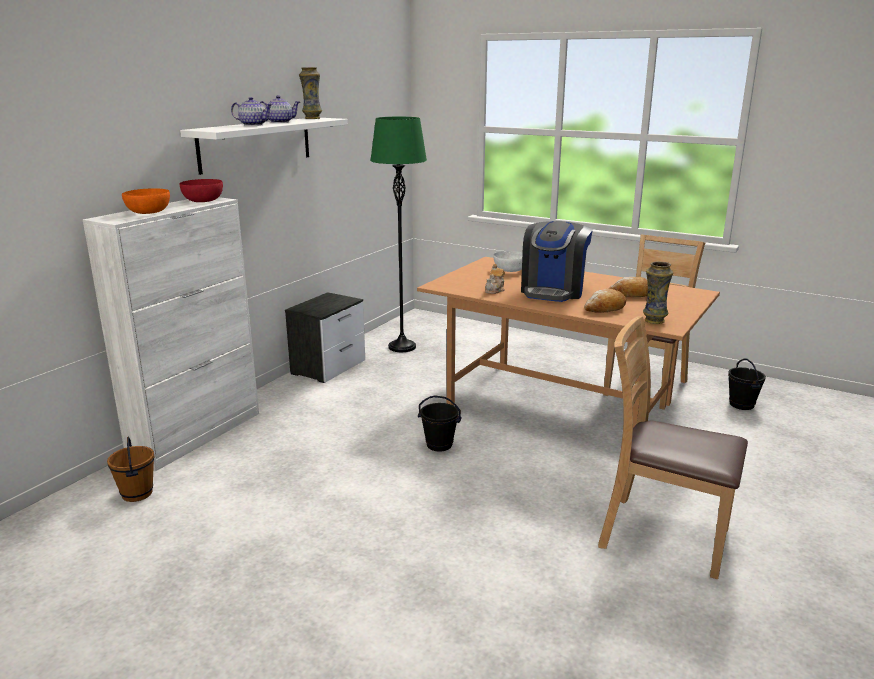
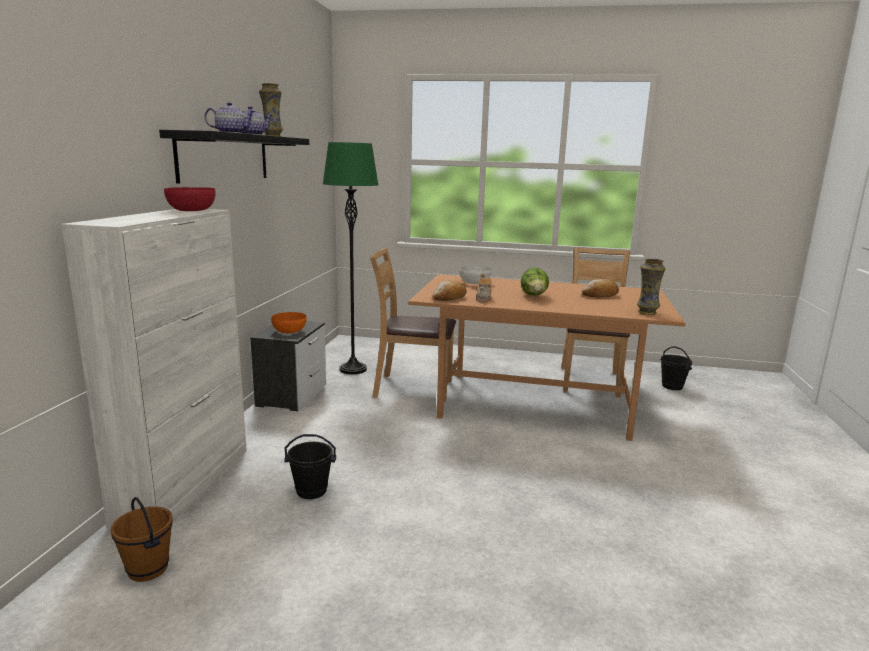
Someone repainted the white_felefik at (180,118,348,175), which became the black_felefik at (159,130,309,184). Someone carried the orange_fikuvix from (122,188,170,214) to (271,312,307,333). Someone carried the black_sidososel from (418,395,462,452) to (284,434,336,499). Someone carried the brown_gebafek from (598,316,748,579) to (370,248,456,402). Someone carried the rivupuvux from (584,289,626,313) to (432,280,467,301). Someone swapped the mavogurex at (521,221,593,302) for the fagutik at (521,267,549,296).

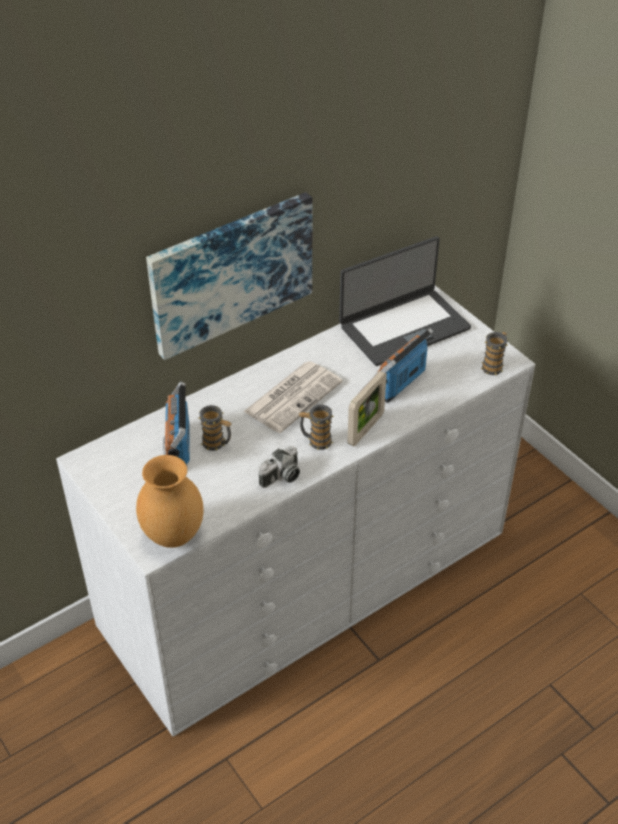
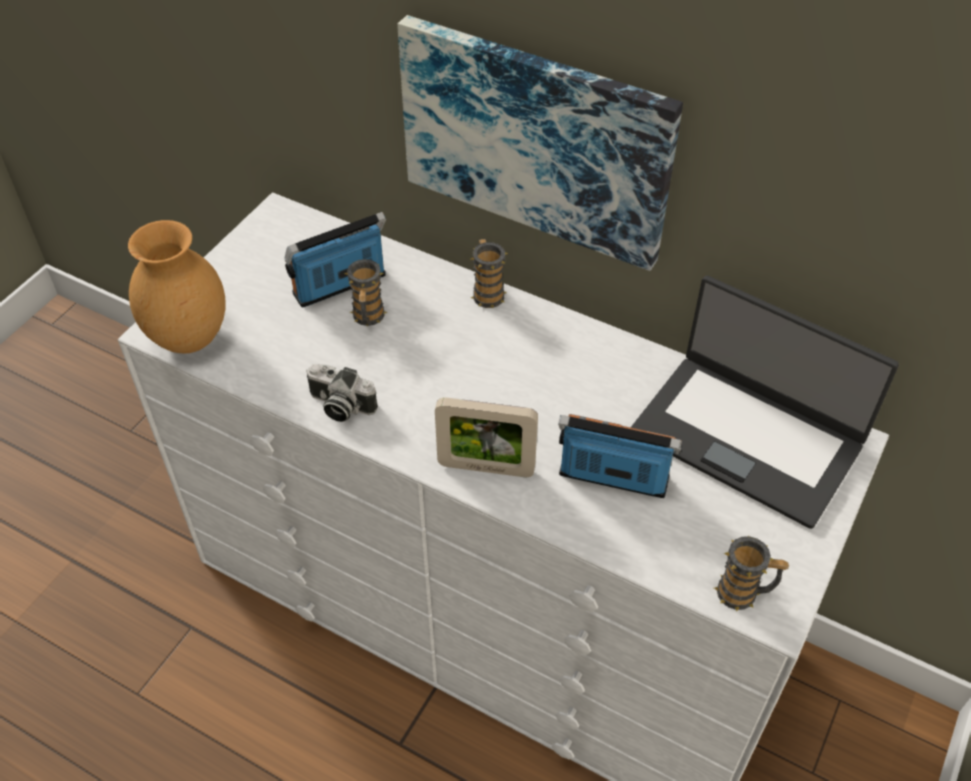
Someone carried the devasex from (299,405,334,450) to (471,239,508,308). Someone took away the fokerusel at (243,361,343,433).

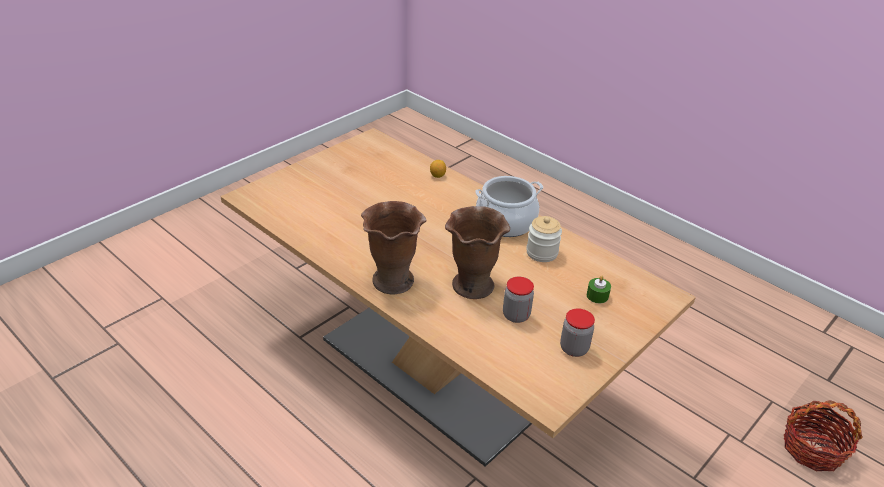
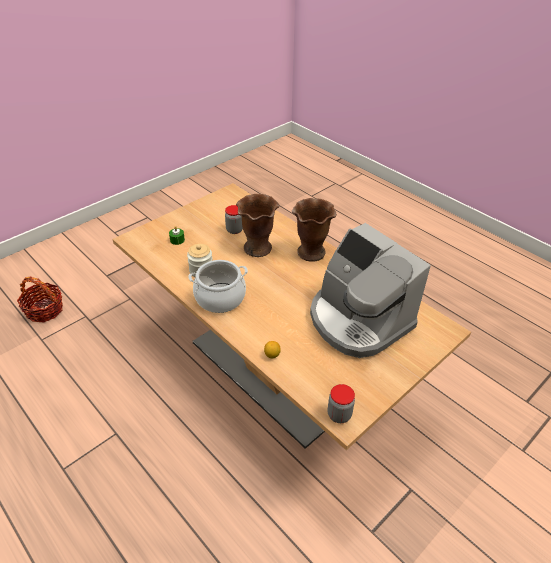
Someone put down the mavogurex at (310,223,431,358). Someone carried the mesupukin from (560,308,595,357) to (328,384,355,423).

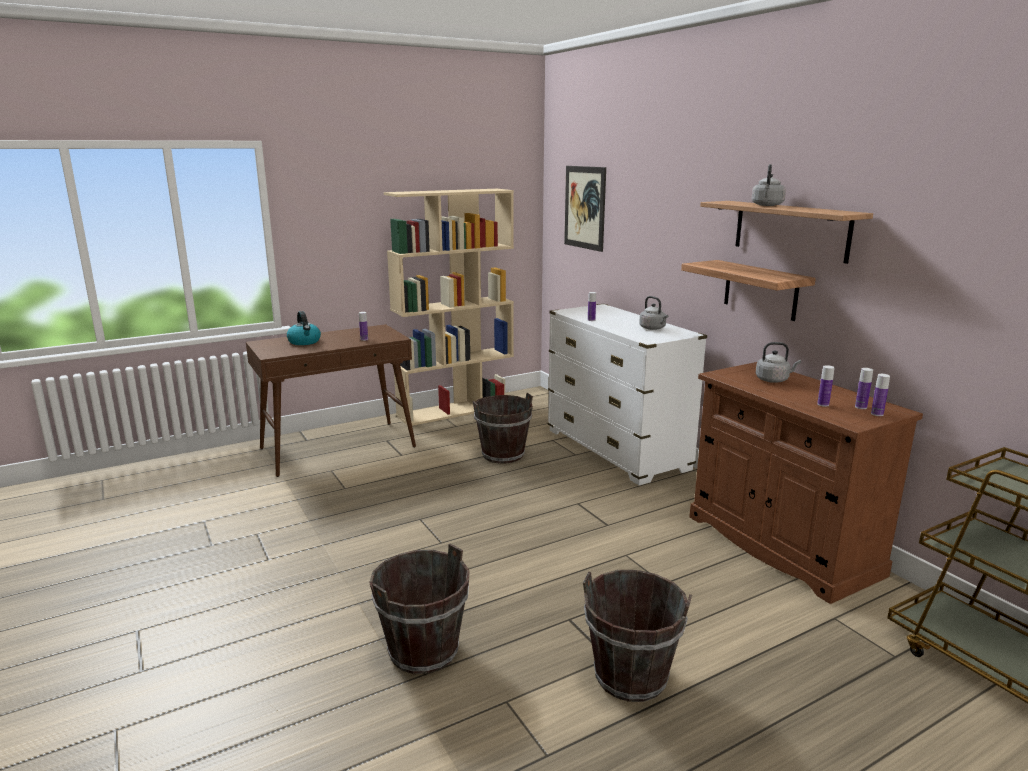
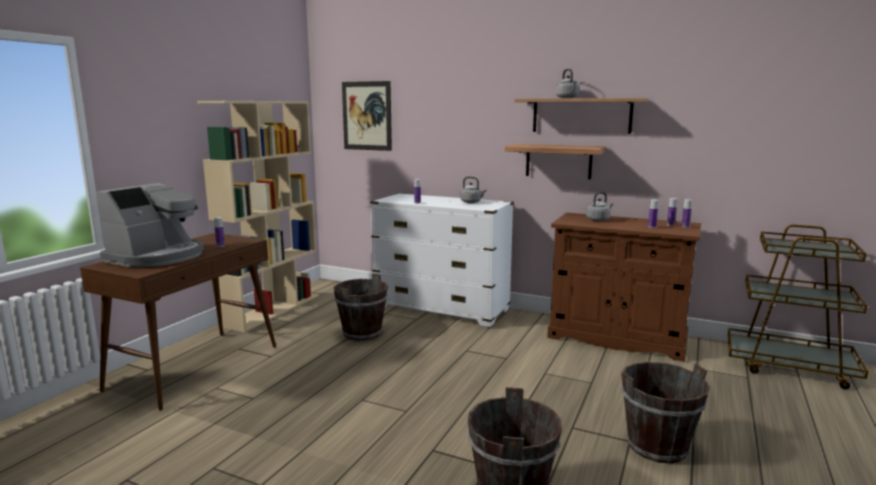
Someone swapped the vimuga at (287,311,321,345) for the mavogurex at (96,183,204,267).

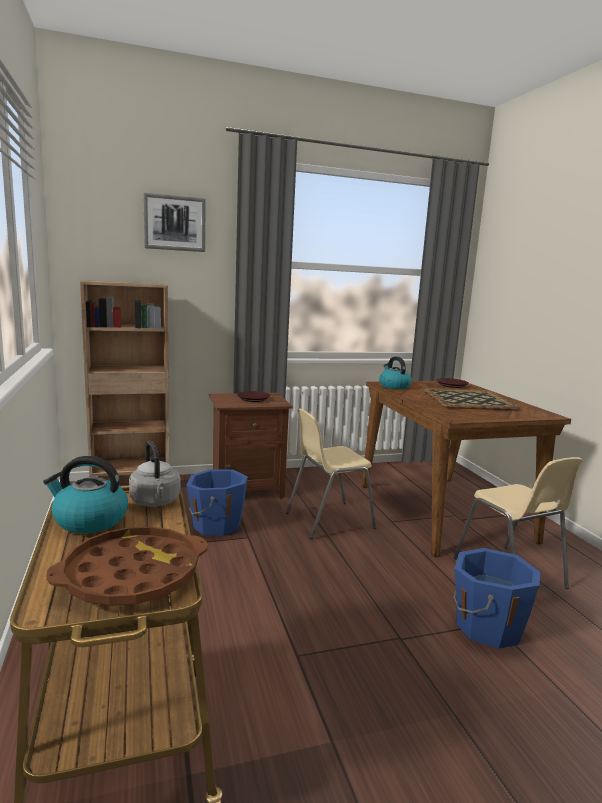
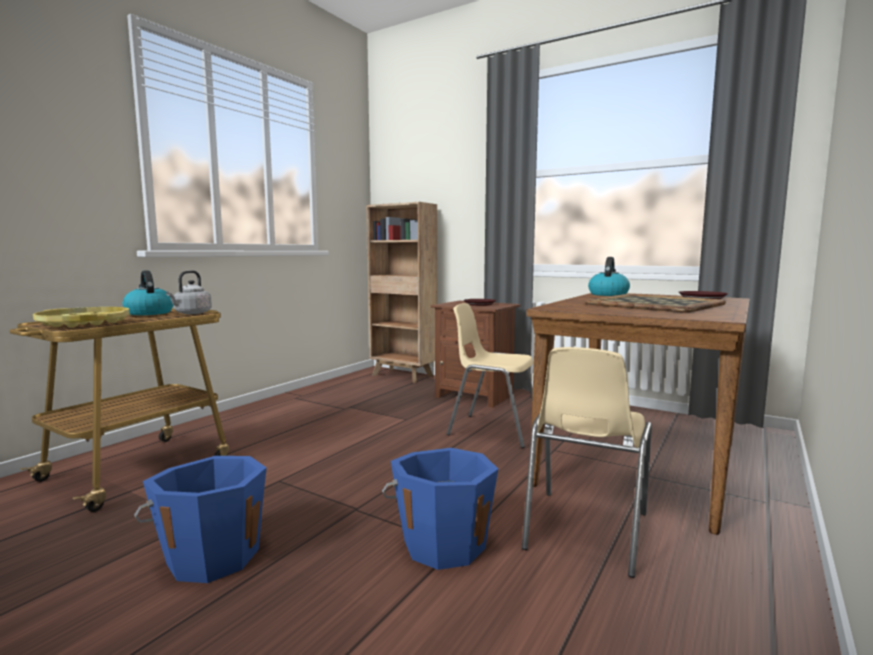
Someone repainted the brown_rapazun at (46,527,208,606), which became the yellow_rapazun at (33,307,129,328). Someone carried the blue_sidososel from (186,469,248,536) to (134,456,267,583). Someone took away the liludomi at (143,193,206,252).

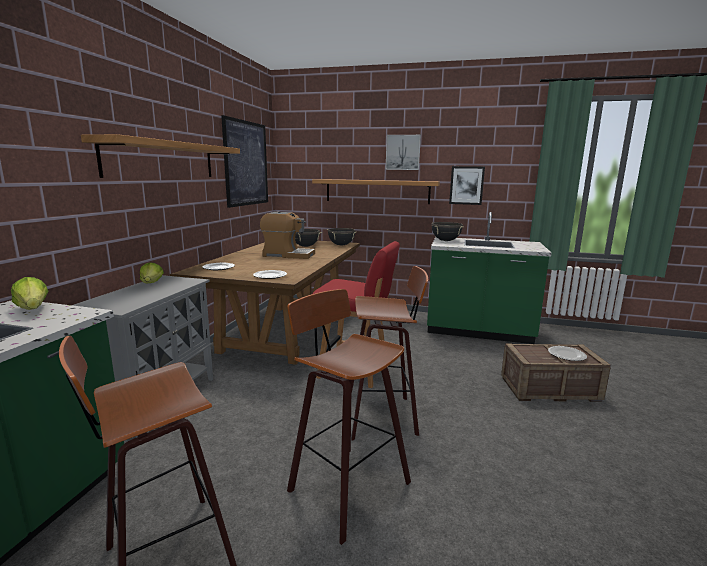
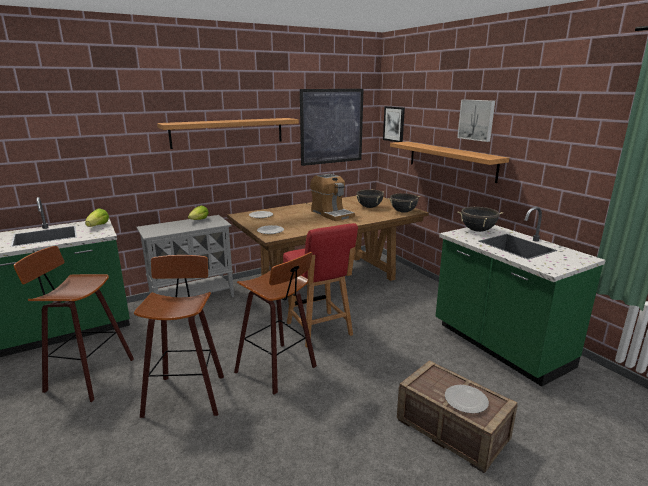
Someone carried the liludomi from (449,166,485,205) to (383,106,405,142).

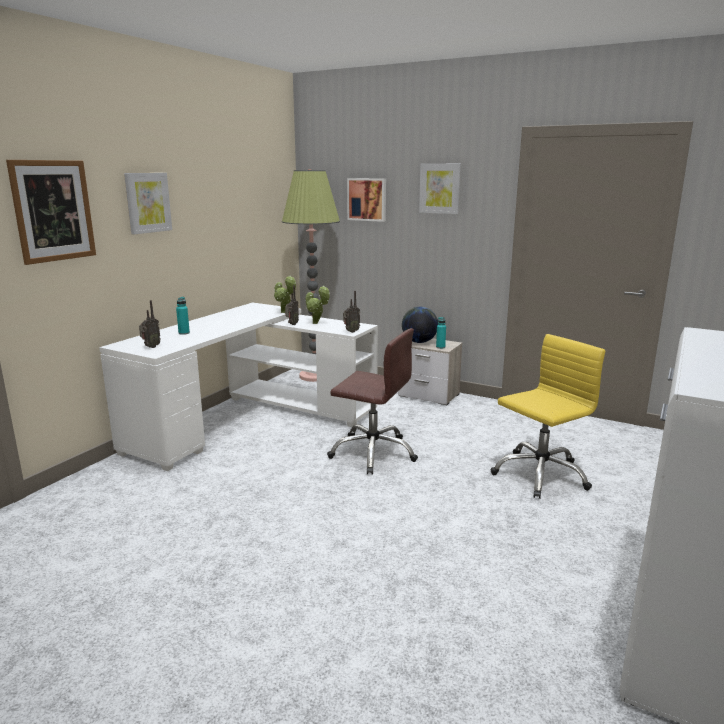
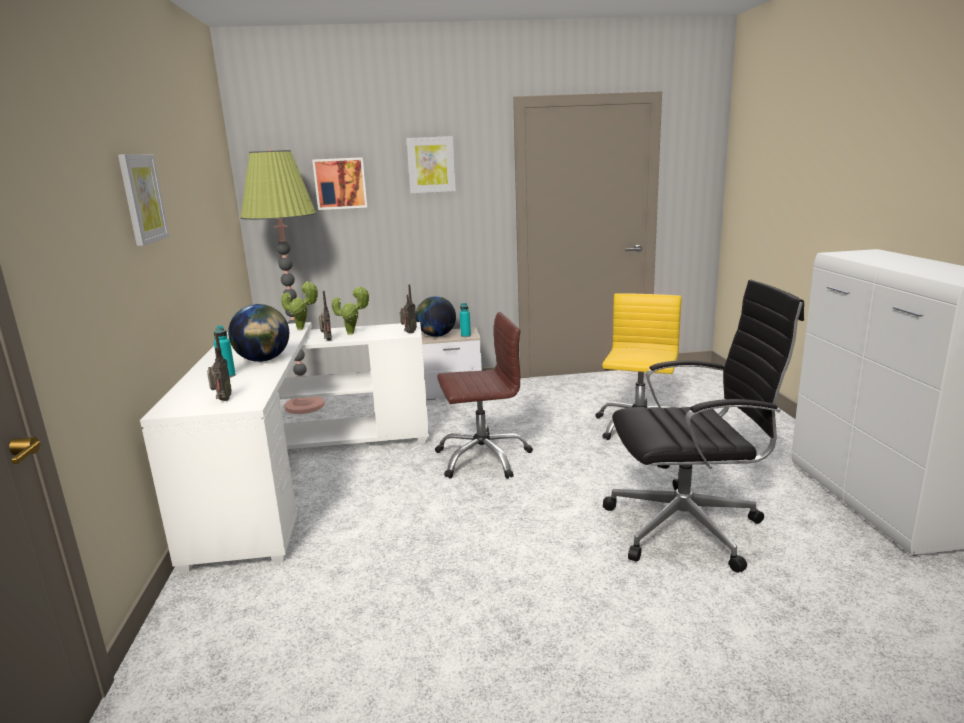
Someone put down the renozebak at (228,304,289,362). Someone put down the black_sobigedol at (603,280,804,573). Someone took away the liludomi at (6,160,96,265).

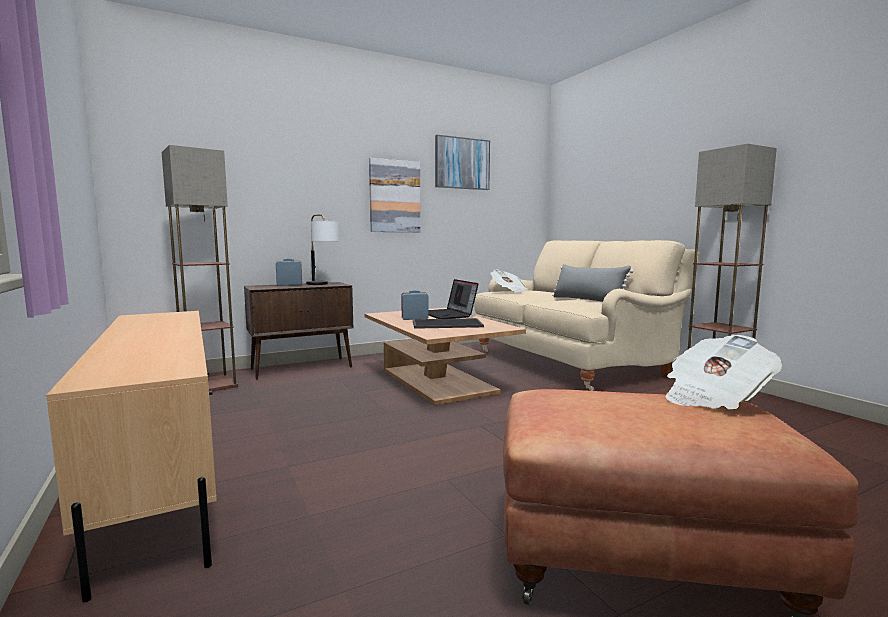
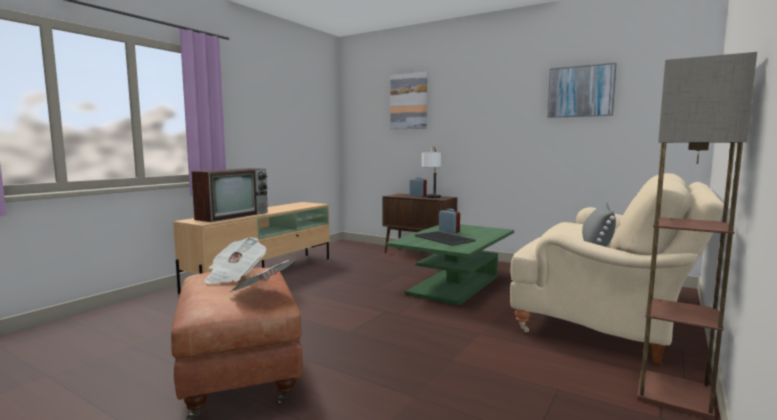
Someone put down the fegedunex at (191,168,268,222). Someone carried the fokerusel from (490,269,527,293) to (204,237,266,284). Someone repainted the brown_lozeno at (365,308,526,405), which became the green_lozeno at (386,224,514,305). Someone carried the liludomi from (369,158,421,232) to (390,72,427,129). Someone took away the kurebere at (162,145,238,392). Someone took away the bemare at (429,279,479,319).

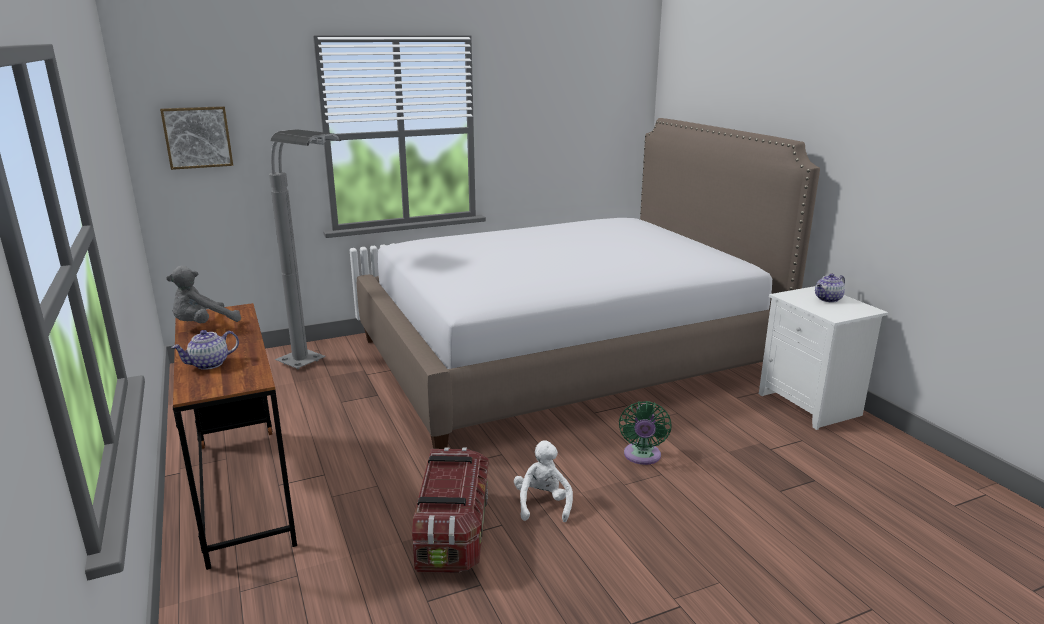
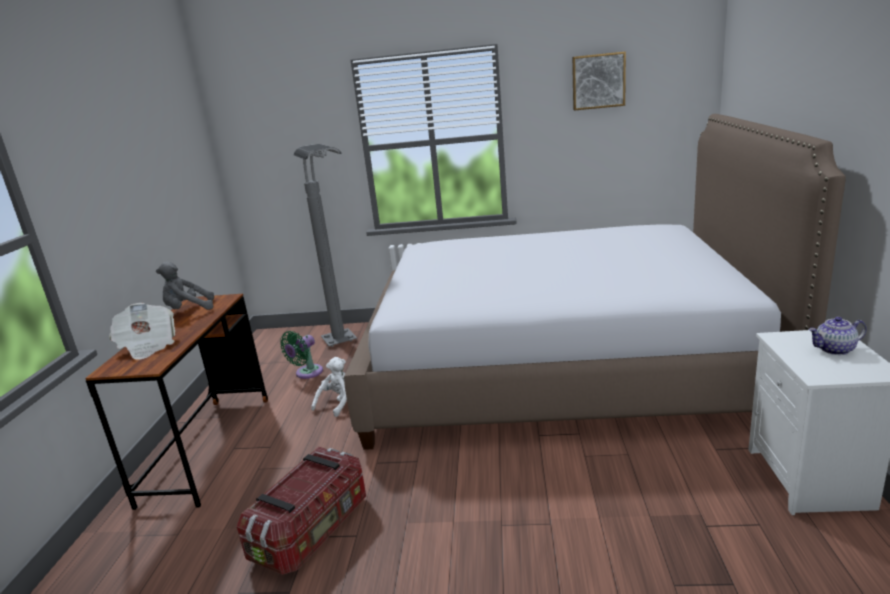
Someone swapped the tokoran at (171,330,239,370) for the fokerusel at (109,303,175,360). Someone carried the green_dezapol from (619,401,671,465) to (280,331,323,379). Someone carried the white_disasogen from (514,441,573,522) to (311,357,347,417). Someone carried the liludomi from (160,106,233,170) to (572,51,626,111).

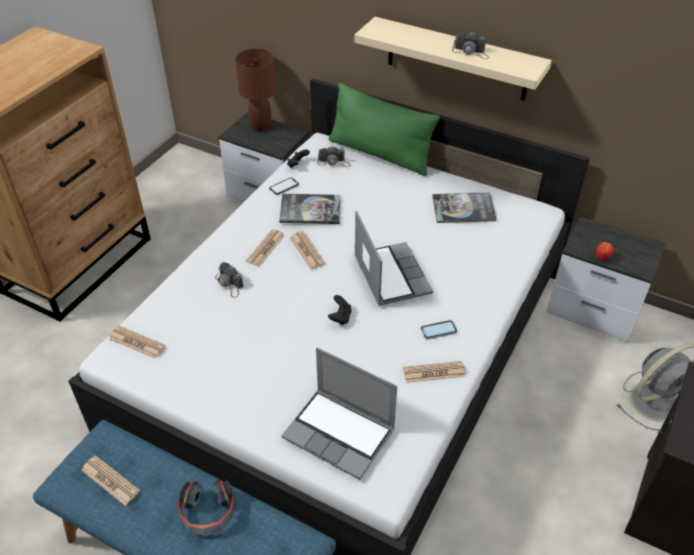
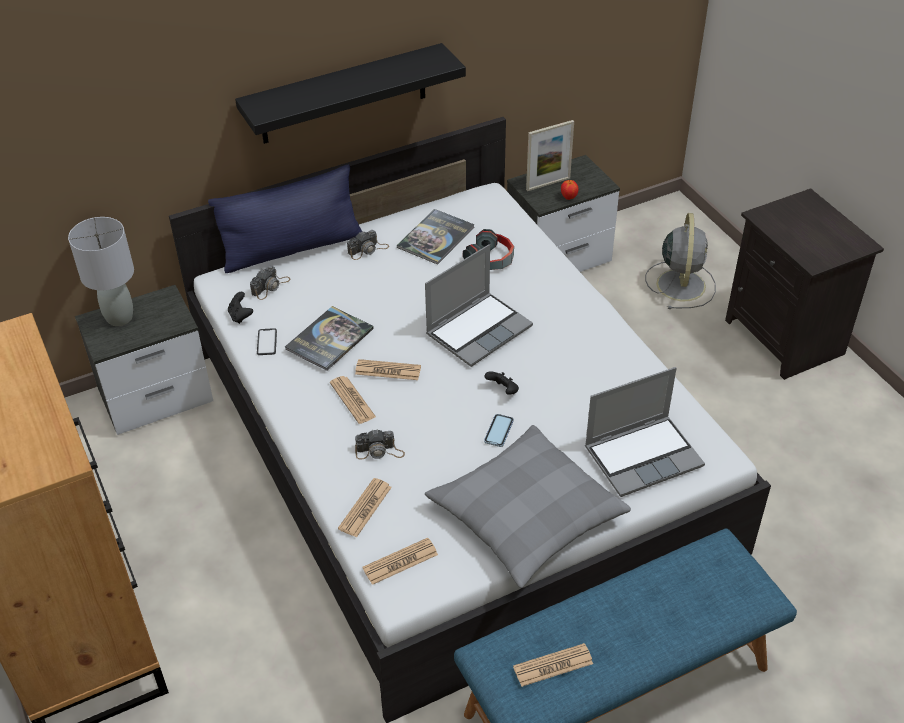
Someone repainted the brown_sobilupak at (235,49,277,132), which became the grey_sobilupak at (68,217,134,326). Someone repainted the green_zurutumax at (329,83,440,176), which became the blue_zurutumax at (208,164,362,273). Someone repainted the beige_felefik at (354,17,552,101), which became the black_felefik at (235,43,466,144). Someone carried the fokerusel from (403,361,466,383) to (338,478,392,537). Someone carried the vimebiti from (452,32,489,59) to (347,230,389,260). Someone rotated the bemare at (354,211,433,306) by 120 degrees clockwise. Someone put down the grey_zurutumax at (425,425,631,588). Someone carried the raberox from (178,479,235,537) to (463,229,514,270). Someone carried the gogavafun from (421,320,457,340) to (484,414,514,447). Someone put down the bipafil at (526,120,574,191).

